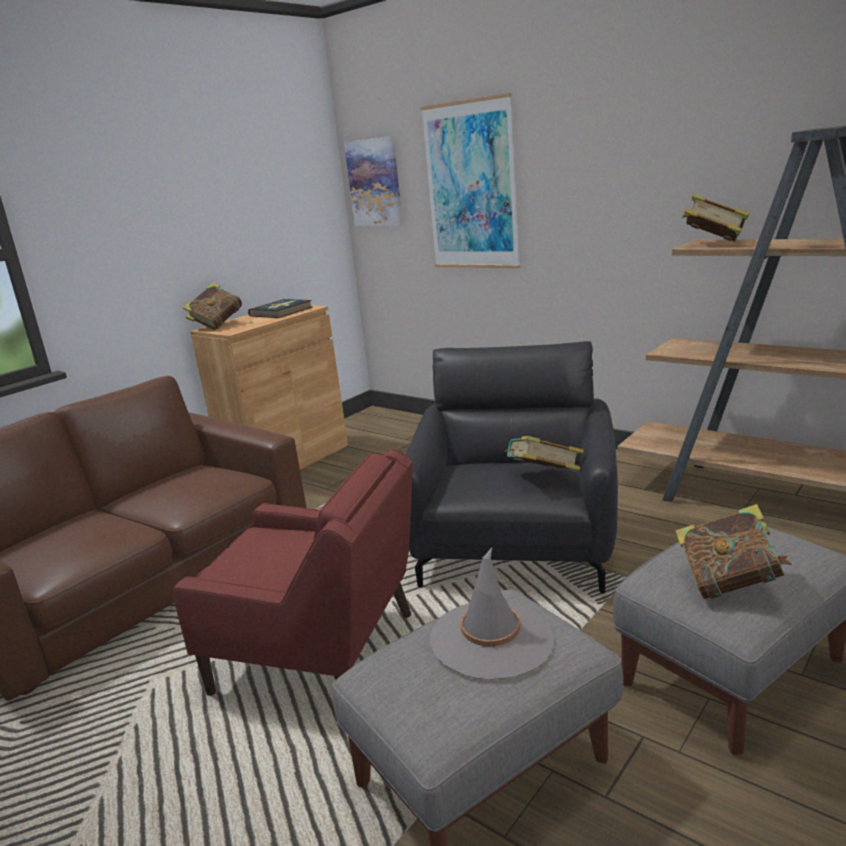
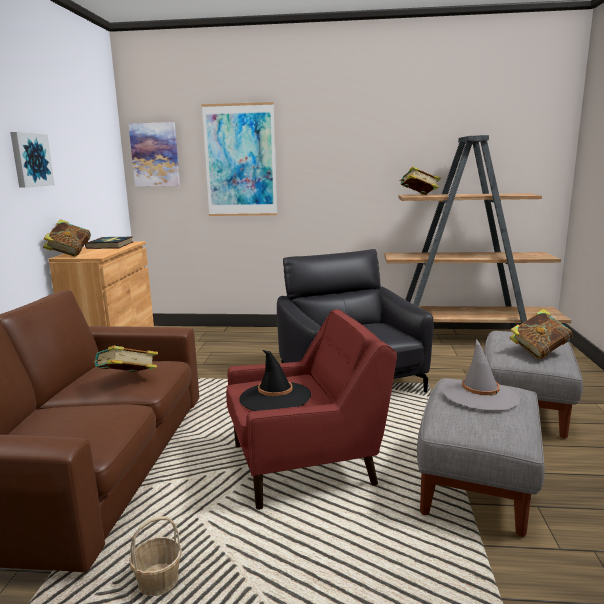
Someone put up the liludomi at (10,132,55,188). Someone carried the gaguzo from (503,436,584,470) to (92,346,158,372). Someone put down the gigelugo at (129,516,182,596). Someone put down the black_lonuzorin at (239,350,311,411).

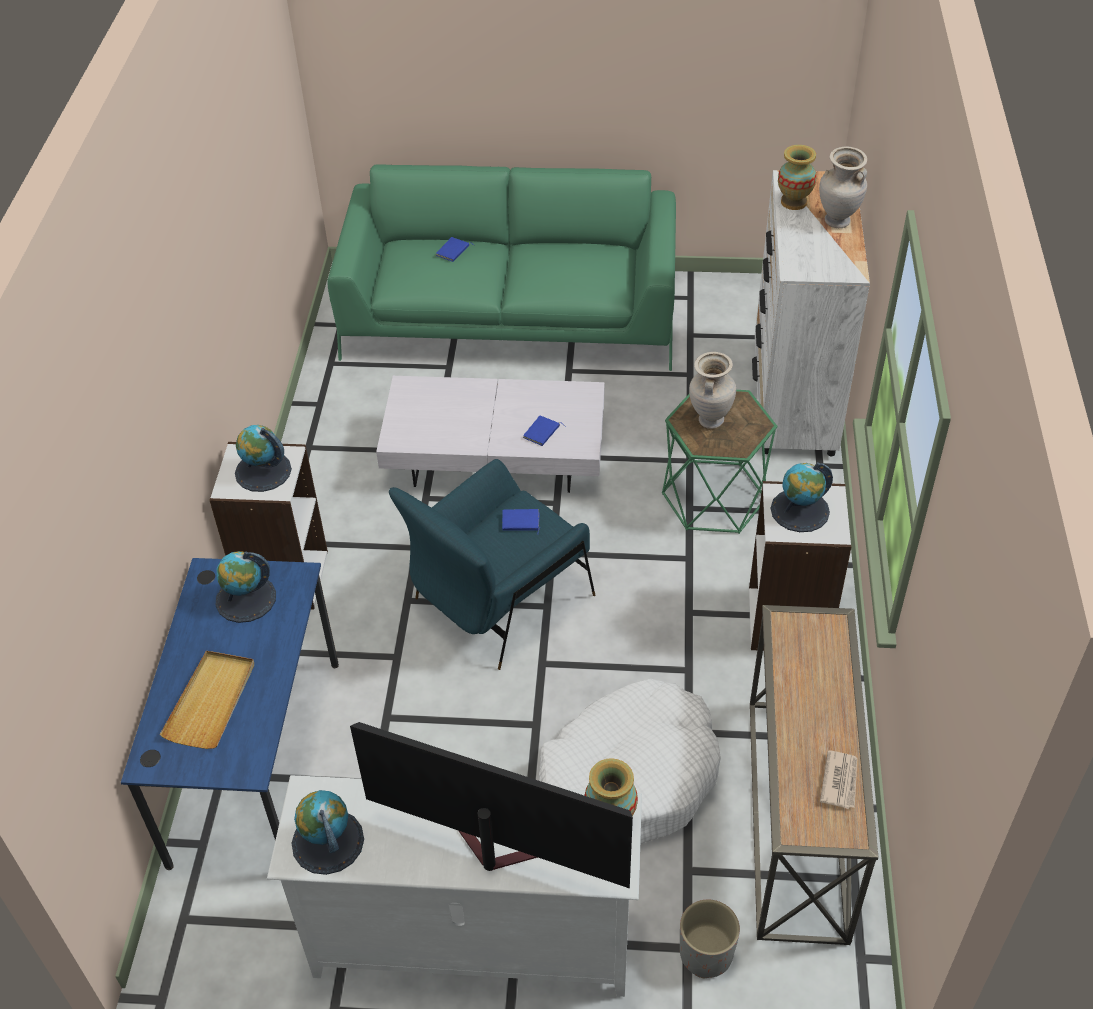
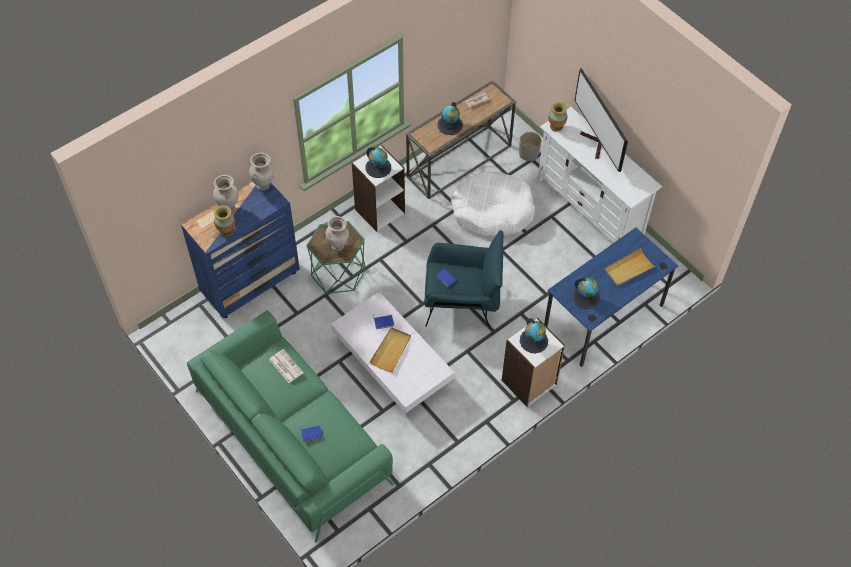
Someone repainted the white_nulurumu at (752,170,870,456), which became the blue_nulurumu at (181,182,300,318). Someone put down the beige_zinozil at (249,153,274,190). Someone put down the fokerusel at (269,349,304,383). Someone put down the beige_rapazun at (370,327,411,372). Someone carried the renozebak from (292,790,364,875) to (437,102,463,135).

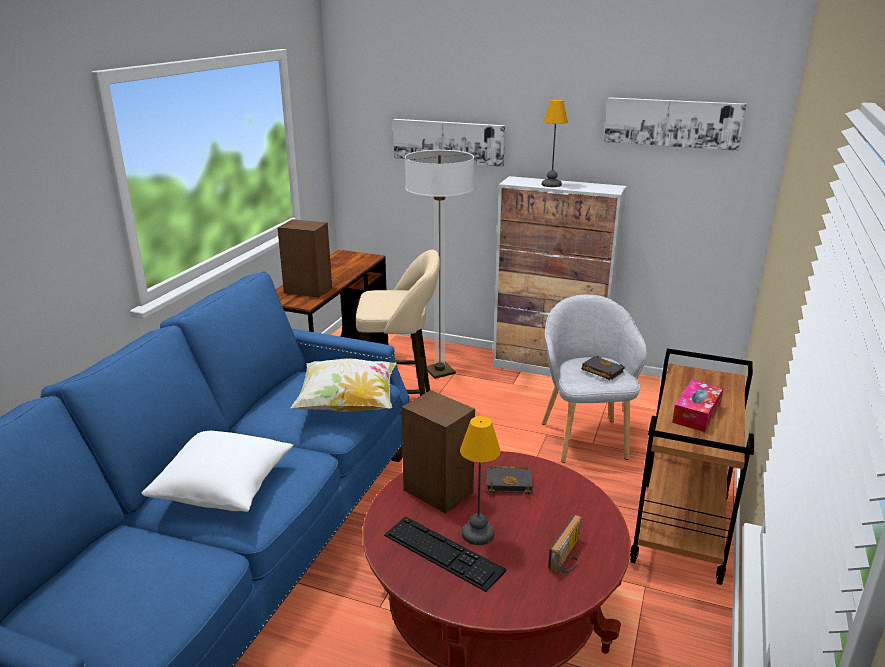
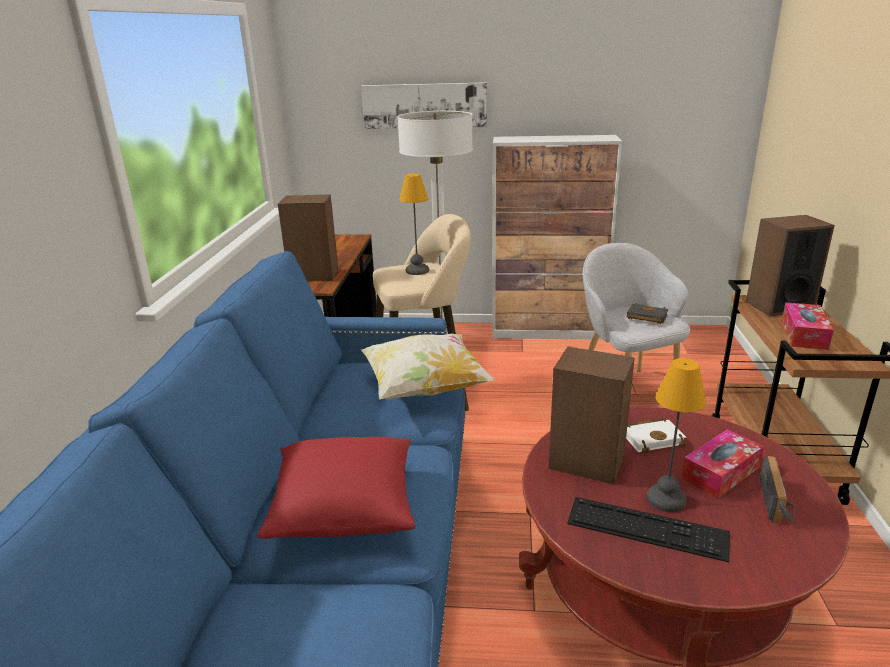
Someone repainted the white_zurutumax at (142,431,293,512), which became the red_zurutumax at (257,437,416,539). Someone carried the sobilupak from (542,100,568,187) to (400,173,429,275). Someone repainted the black_gaguzo at (486,466,533,495), which became the white_gaguzo at (626,418,687,453). Someone put down the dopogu at (681,429,764,499). Someone put down the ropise at (746,215,835,316). Someone took away the liludomi at (604,97,746,151).

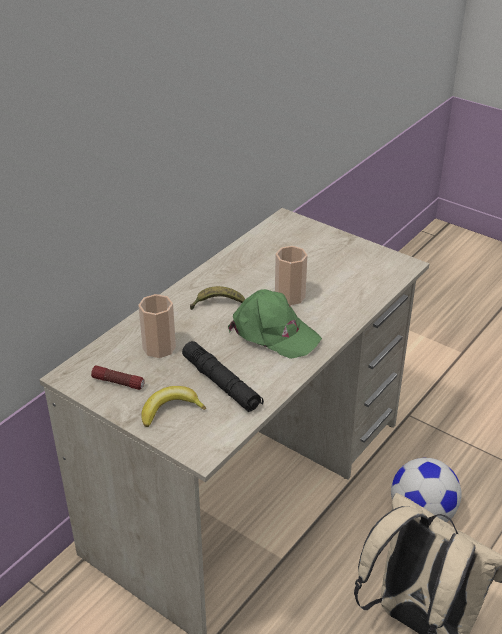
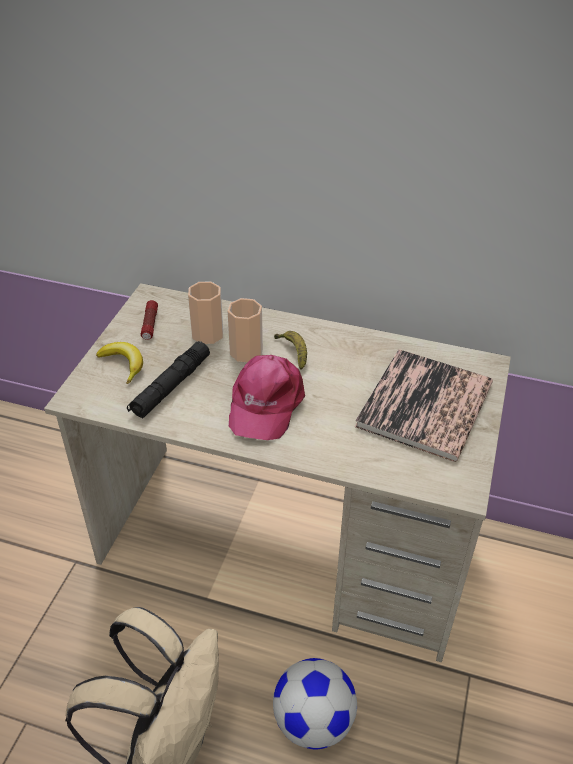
Someone carried the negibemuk from (275,246,308,305) to (227,298,263,362). Someone repainted the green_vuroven at (228,289,322,359), which became the pink_vuroven at (229,355,305,440). Someone put down the gaguzo at (355,349,493,462).

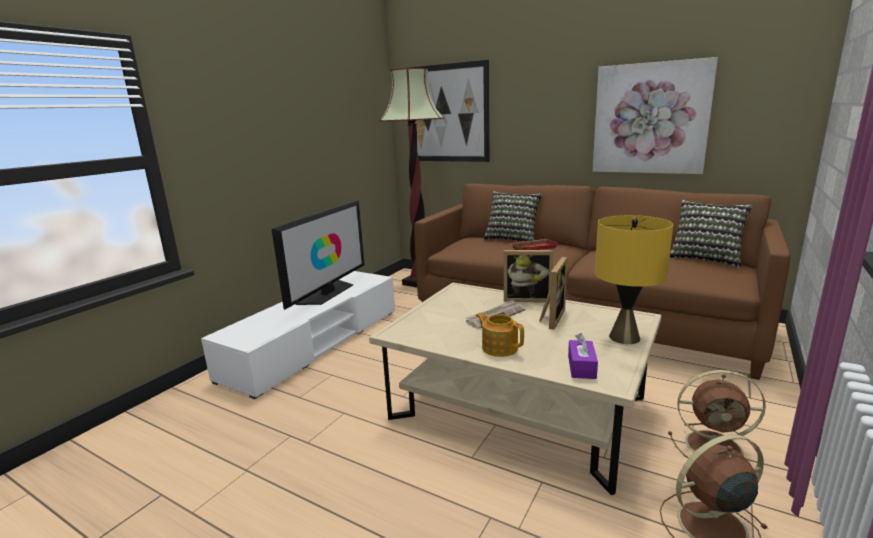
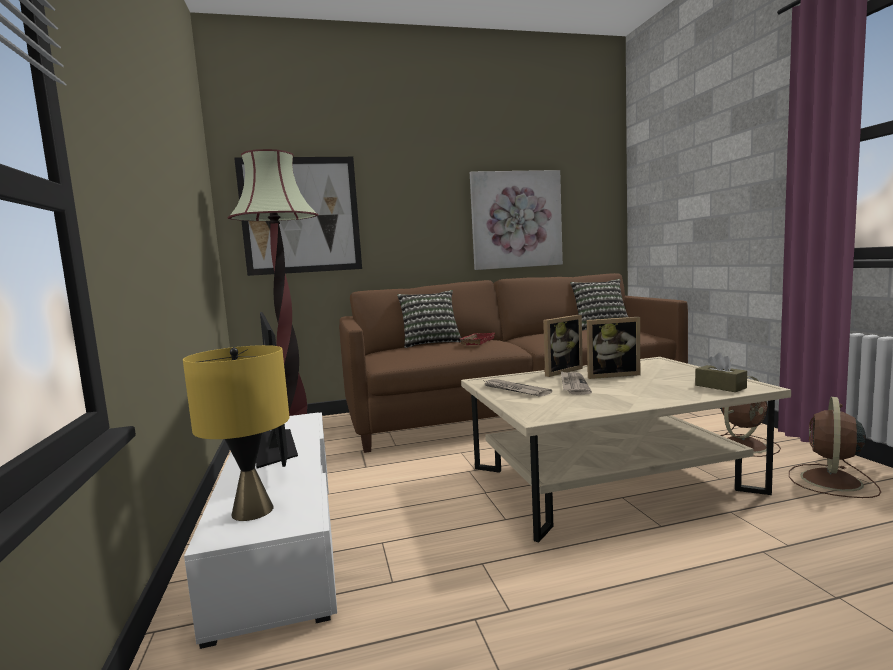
Someone carried the yellow_sobilupak from (595,215,673,344) to (183,345,290,521). Someone put down the fokerusel at (482,379,552,397). Someone rotated the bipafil at (539,256,567,330) by 105 degrees clockwise. Someone repainted the purple_dopogu at (568,333,598,379), which became the brown_dopogu at (695,353,747,392). Someone took away the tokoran at (476,313,524,357).

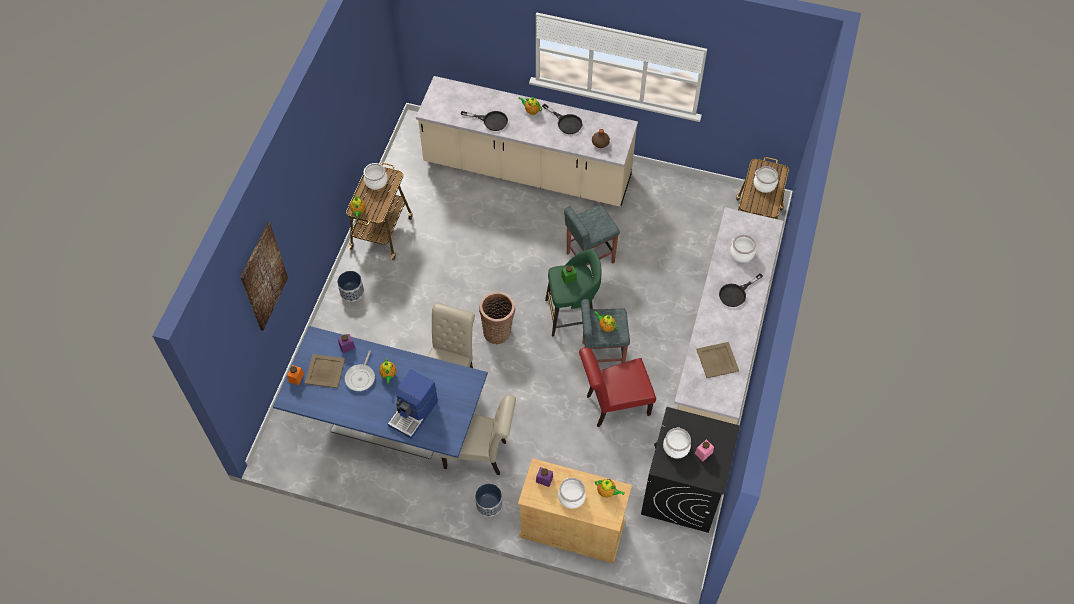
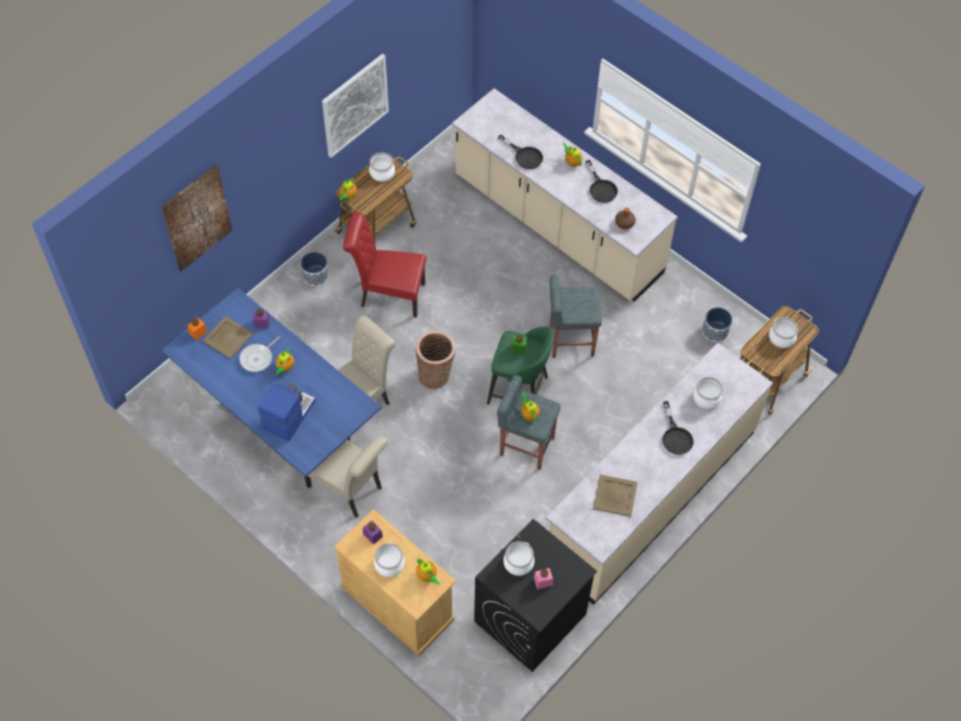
Someone rotated the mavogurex at (388,370,438,439) by 150 degrees clockwise. Someone put up the liludomi at (322,54,389,158). Someone carried the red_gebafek from (579,347,656,427) to (343,212,427,317). Someone rotated the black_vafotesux at (719,273,763,307) by 90 degrees counterclockwise. Someone carried the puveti from (475,483,502,517) to (702,307,732,342).

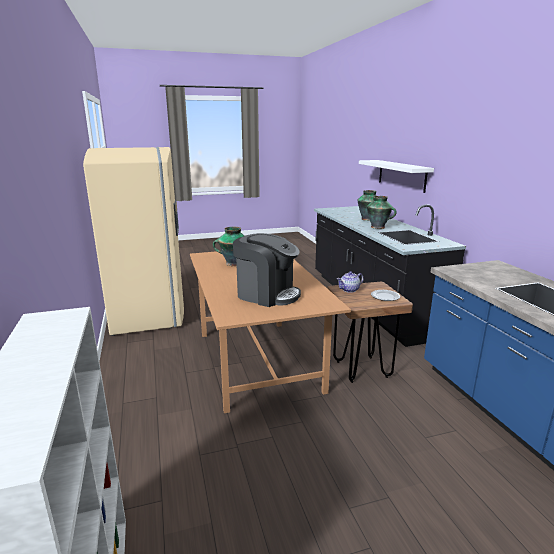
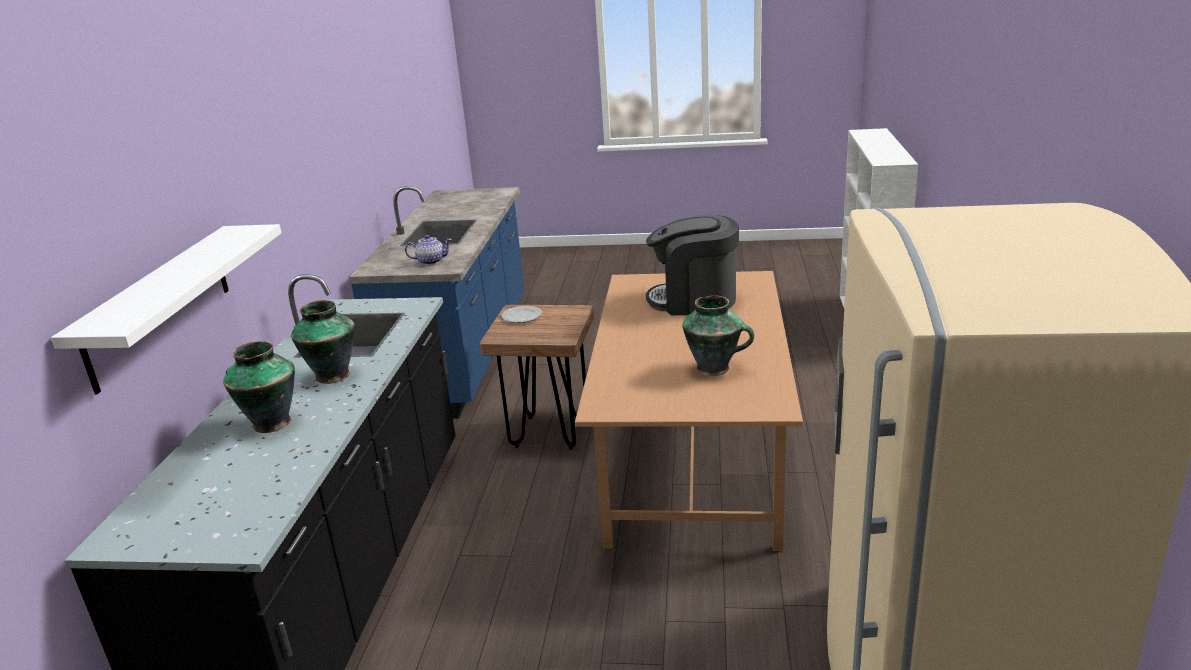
Someone carried the tokoran from (337,271,363,293) to (405,235,452,265). Someone rotated the mavogurex at (233,233,301,307) by 45 degrees counterclockwise.

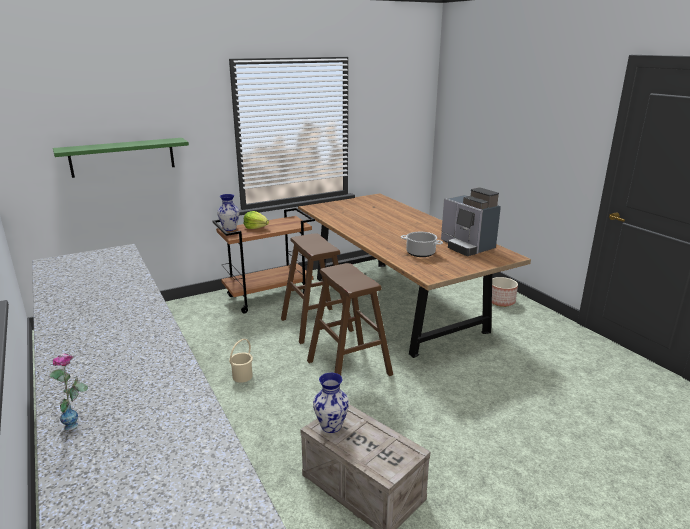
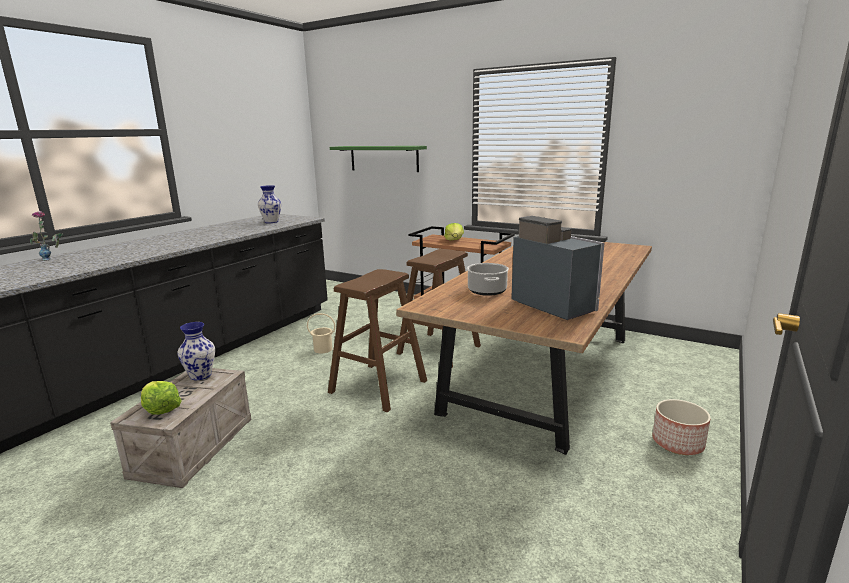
Someone put down the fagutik at (141,381,182,415). Someone carried the zinozil from (217,194,240,231) to (258,185,281,223). Someone rotated the mavogurex at (441,187,501,256) by 120 degrees clockwise.

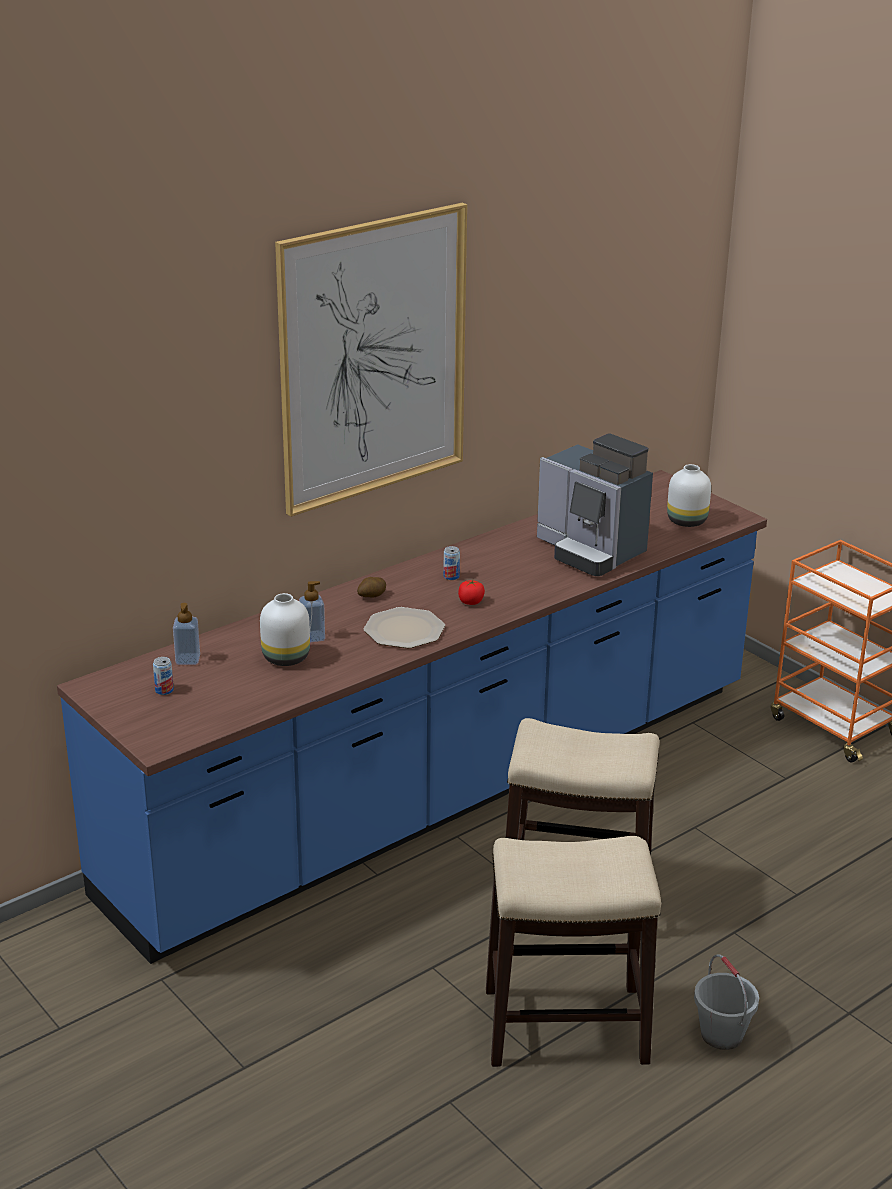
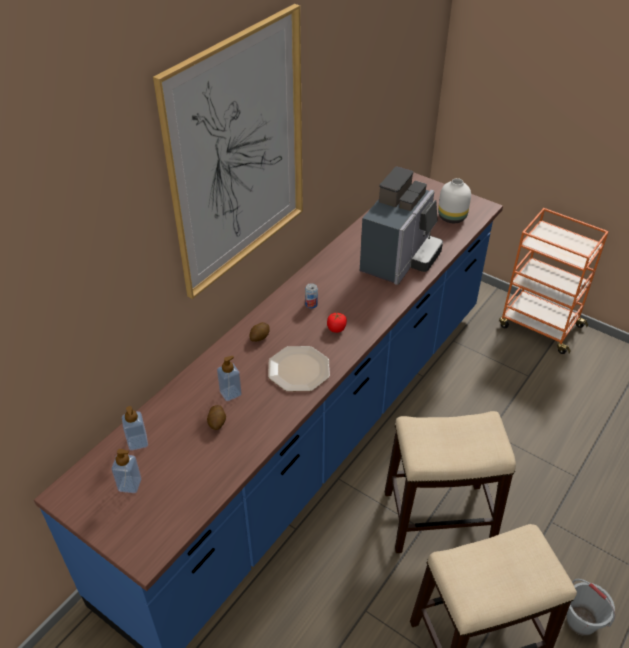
Someone swapped the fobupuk at (153,657,174,695) for the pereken at (111,449,141,493). Someone swapped the white_zinozil at (260,593,310,666) for the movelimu at (207,405,226,430). Someone rotated the mavogurex at (537,433,653,576) by 90 degrees counterclockwise.

